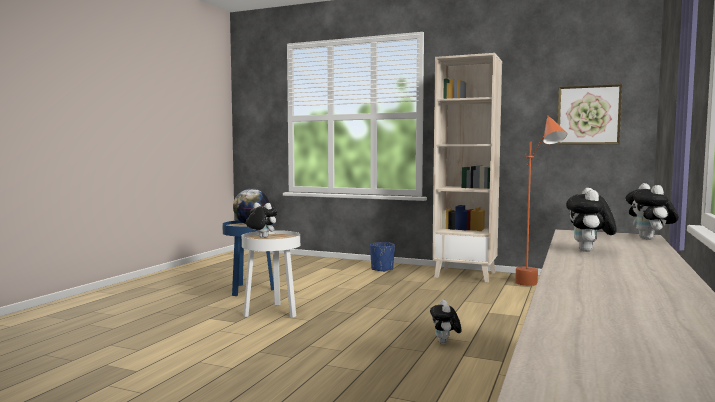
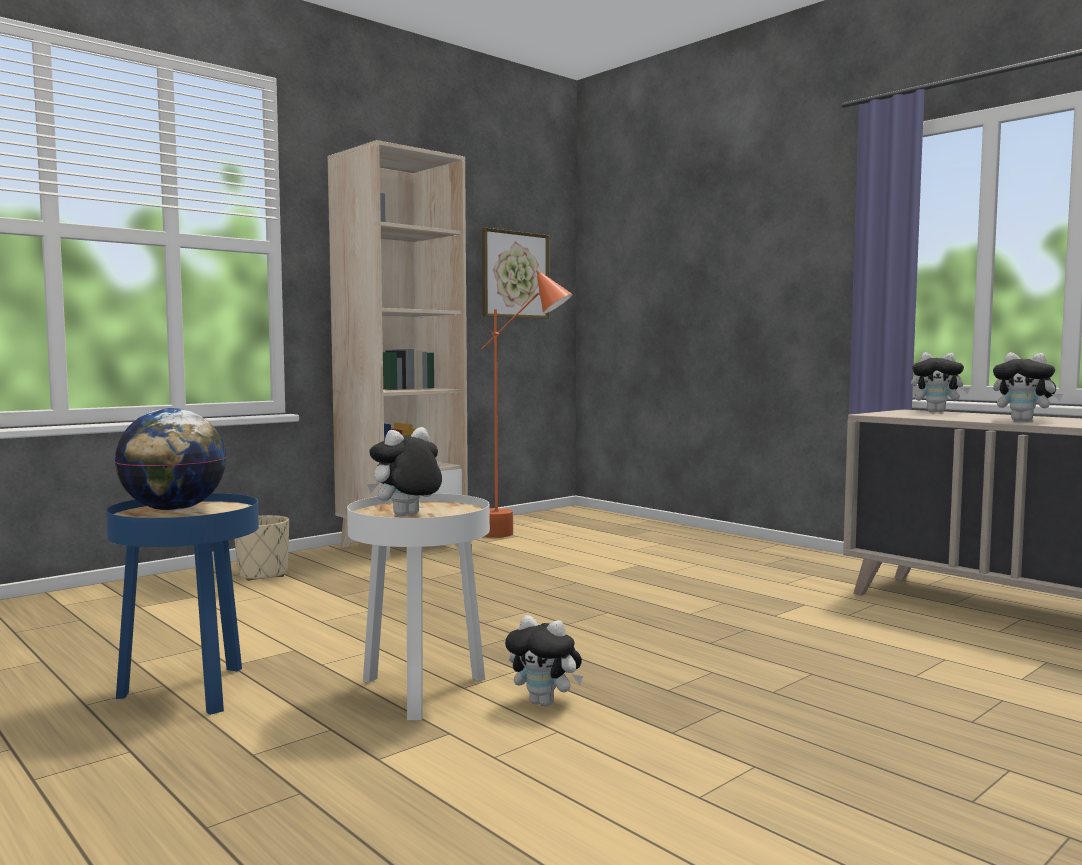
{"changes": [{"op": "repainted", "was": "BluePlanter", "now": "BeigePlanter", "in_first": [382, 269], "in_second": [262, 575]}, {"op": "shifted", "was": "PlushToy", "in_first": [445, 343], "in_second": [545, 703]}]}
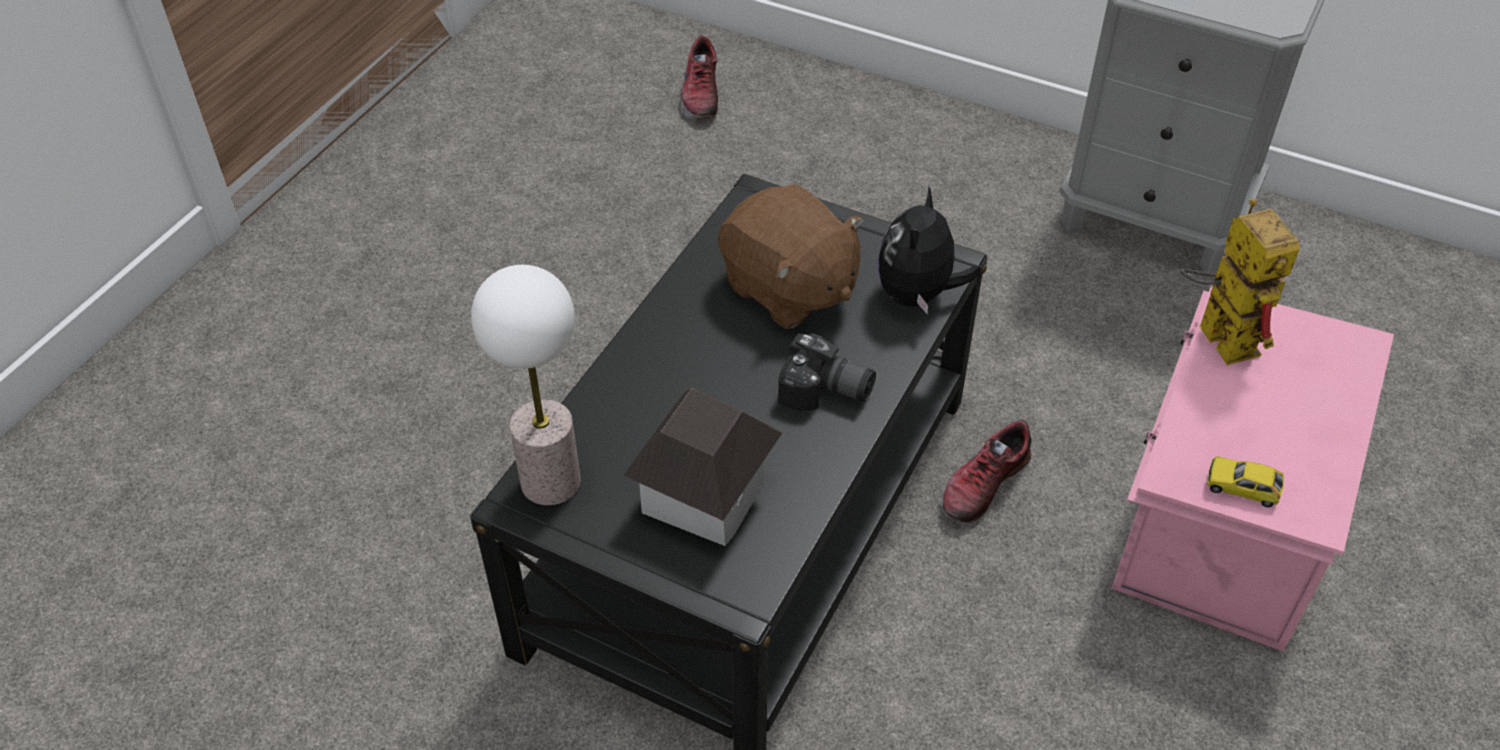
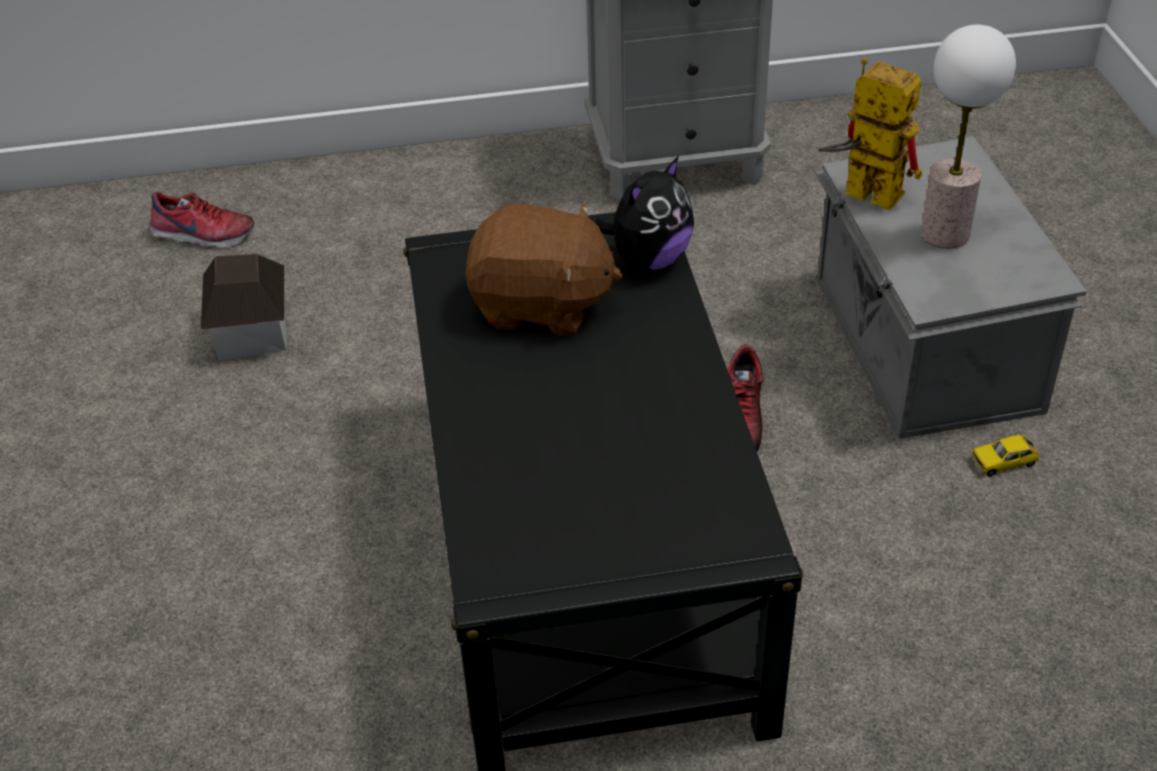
{"changes": [{"op": "shifted", "was": "TableLamp", "in_first": [551, 482], "in_second": [946, 234]}, {"op": "shifted", "was": "ToyHouse", "in_first": [704, 496], "in_second": [252, 334]}, {"op": "rotated", "was": "Shoe", "in_first": [699, 94], "in_second": [202, 236], "clockwise": -45}, {"op": "gone", "was": "PhotoCamera", "in_first": [825, 392]}, {"op": "rotated", "was": "PlushToy", "in_first": [918, 295], "in_second": [648, 259], "clockwise": -120}, {"op": "repainted", "was": "PinkStorageBox", "now": "GreyStorageBox", "in_first": [1222, 515], "in_second": [922, 345]}, {"op": "shifted", "was": "ToyCar", "in_first": [1242, 486], "in_second": [1003, 461]}]}
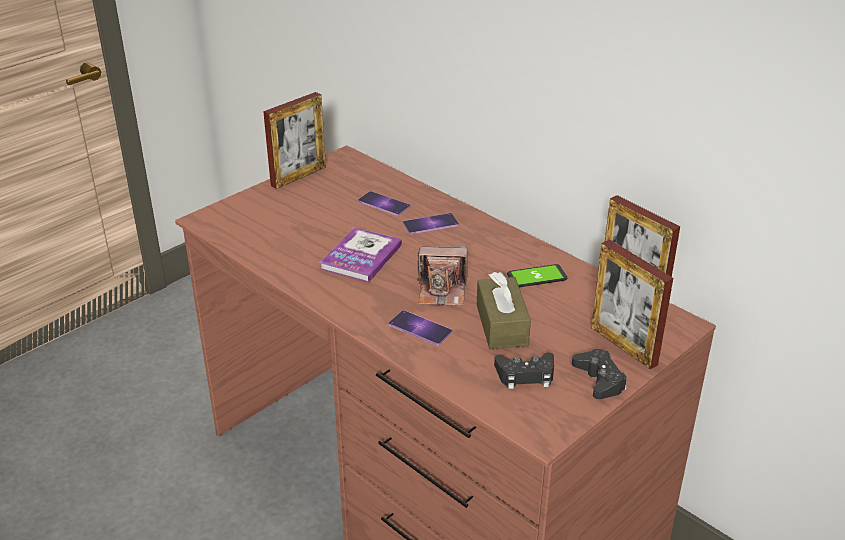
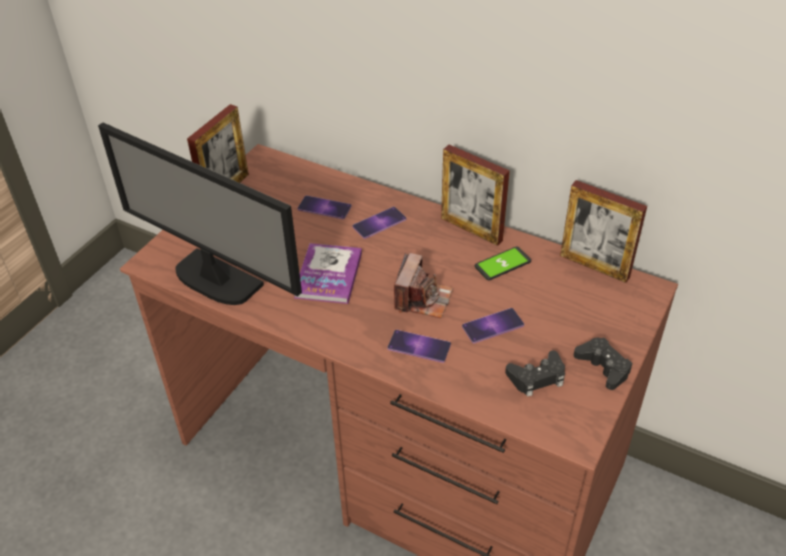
{"changes": [{"op": "rotated", "was": "PhotoCamera", "in_first": [442, 291], "in_second": [422, 299], "clockwise": -60}, {"op": "swapped", "was": "BrownTissueBox", "now": "Phone", "in_first": [501, 325], "in_second": [492, 326]}, {"op": "shifted", "was": "PictureFrame", "in_first": [623, 346], "in_second": [471, 229]}, {"op": "new", "now": "Monitor", "in_second": [215, 280]}]}
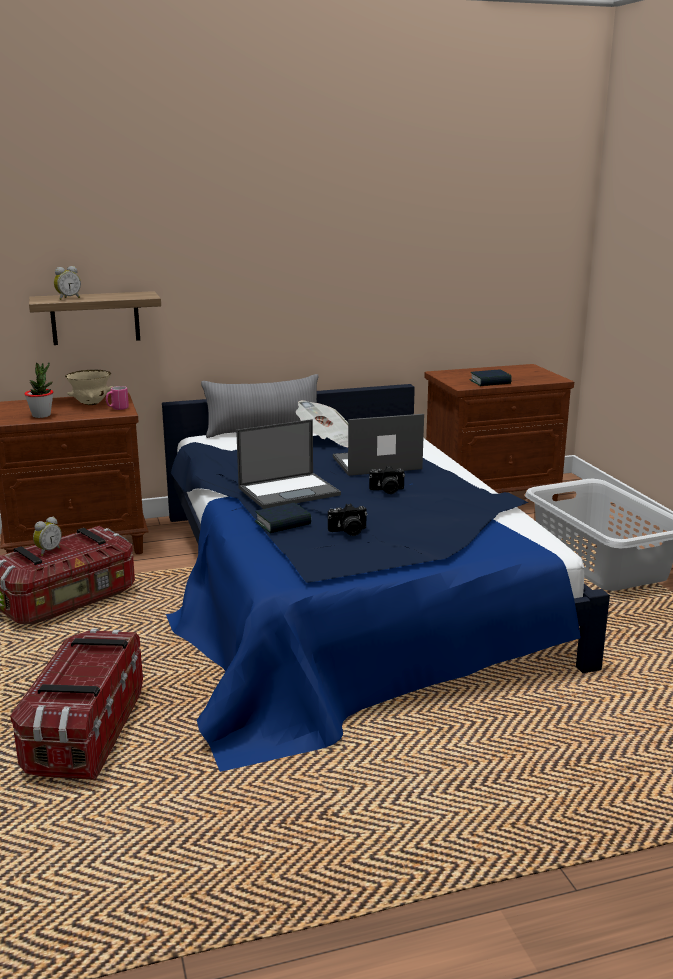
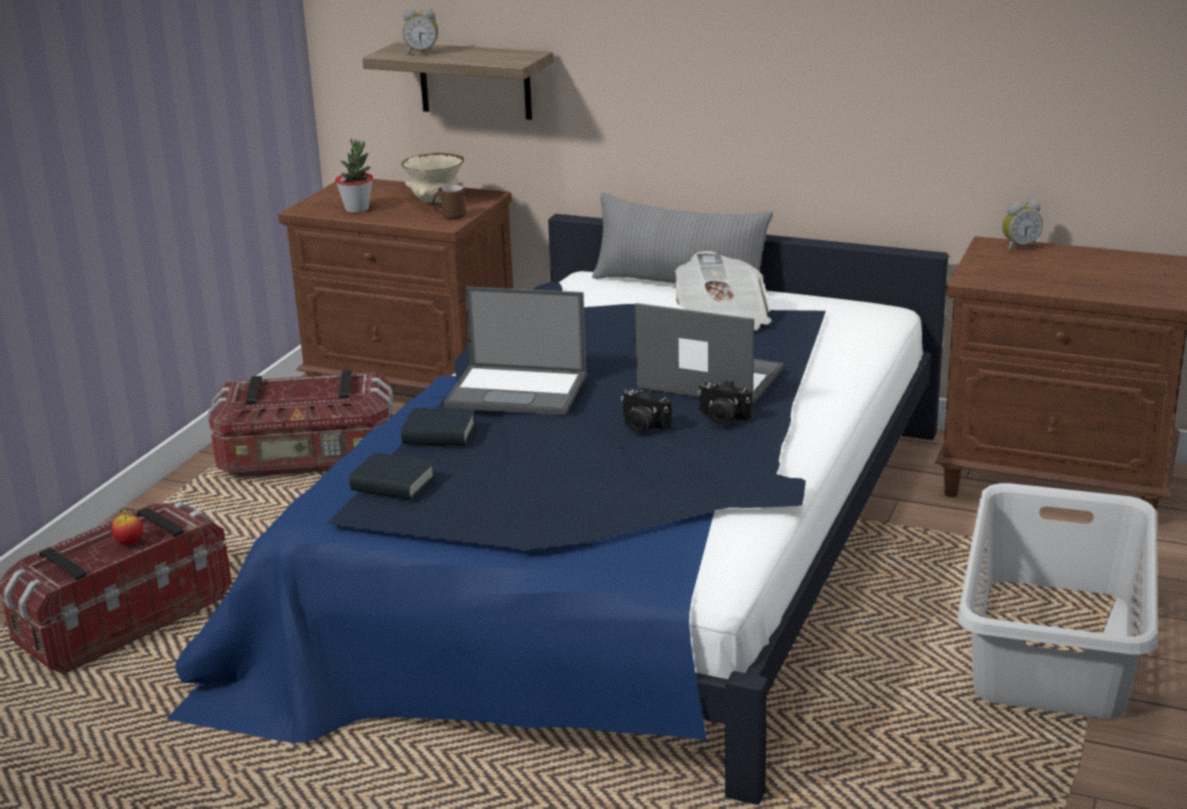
{"changes": [{"op": "shifted", "was": "AlarmClock", "in_first": [48, 551], "in_second": [1019, 247]}, {"op": "repainted", "was": "PinkMug", "now": "BrownMug", "in_first": [117, 408], "in_second": [449, 216]}, {"op": "shifted", "was": "PhotoCamera", "in_first": [348, 532], "in_second": [721, 418]}, {"op": "shifted", "was": "Book", "in_first": [490, 382], "in_second": [393, 484]}, {"op": "new", "now": "Apple", "in_second": [129, 543]}]}
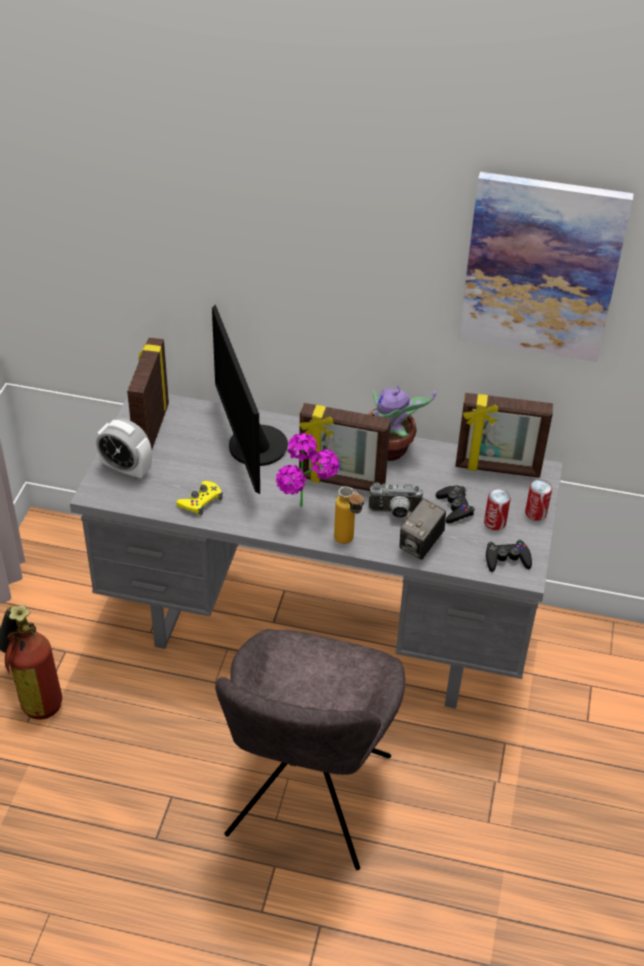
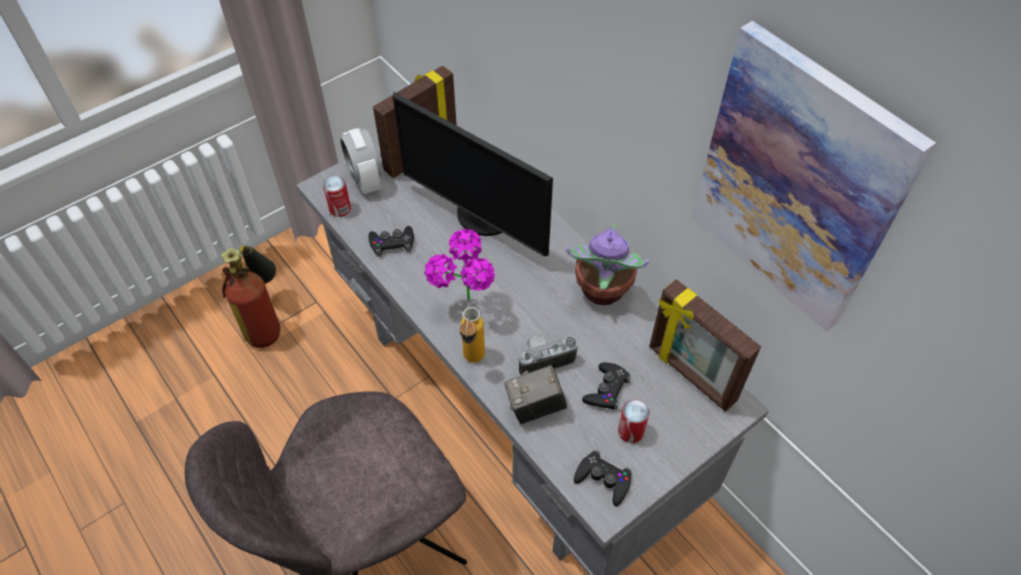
{"changes": [{"op": "repainted", "was": "YellowGameController", "now": "BlackGameController", "in_first": [200, 501], "in_second": [392, 243]}, {"op": "rotated", "was": "Monitor", "in_first": [251, 447], "in_second": [483, 217], "clockwise": -75}, {"op": "gone", "was": "PictureFrame", "in_first": [341, 482]}, {"op": "rotated", "was": "PhotoCamera", "in_first": [395, 513], "in_second": [544, 359], "clockwise": 120}, {"op": "shifted", "was": "Can", "in_first": [535, 513], "in_second": [340, 208]}]}
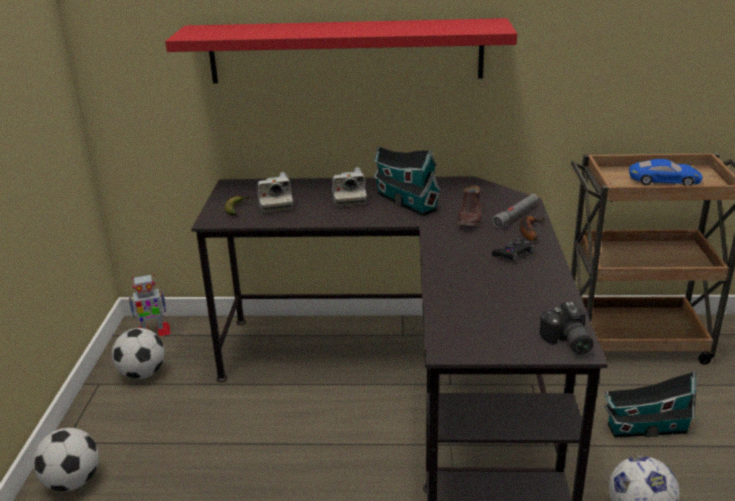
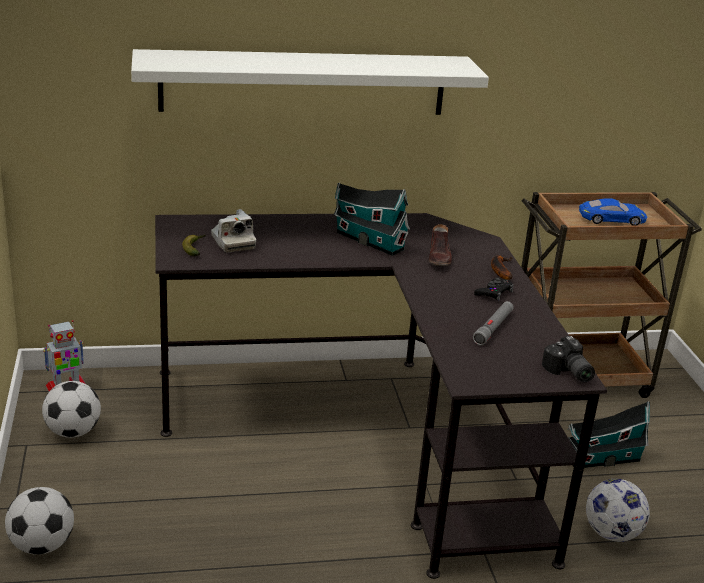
{"changes": [{"op": "repainted", "was": "RedShelf", "now": "WhiteShelf", "in_first": [345, 51], "in_second": [304, 83]}, {"op": "gone", "was": "PhotoCamera", "in_first": [348, 198]}, {"op": "shifted", "was": "GreyFlashlight", "in_first": [516, 215], "in_second": [493, 328]}]}
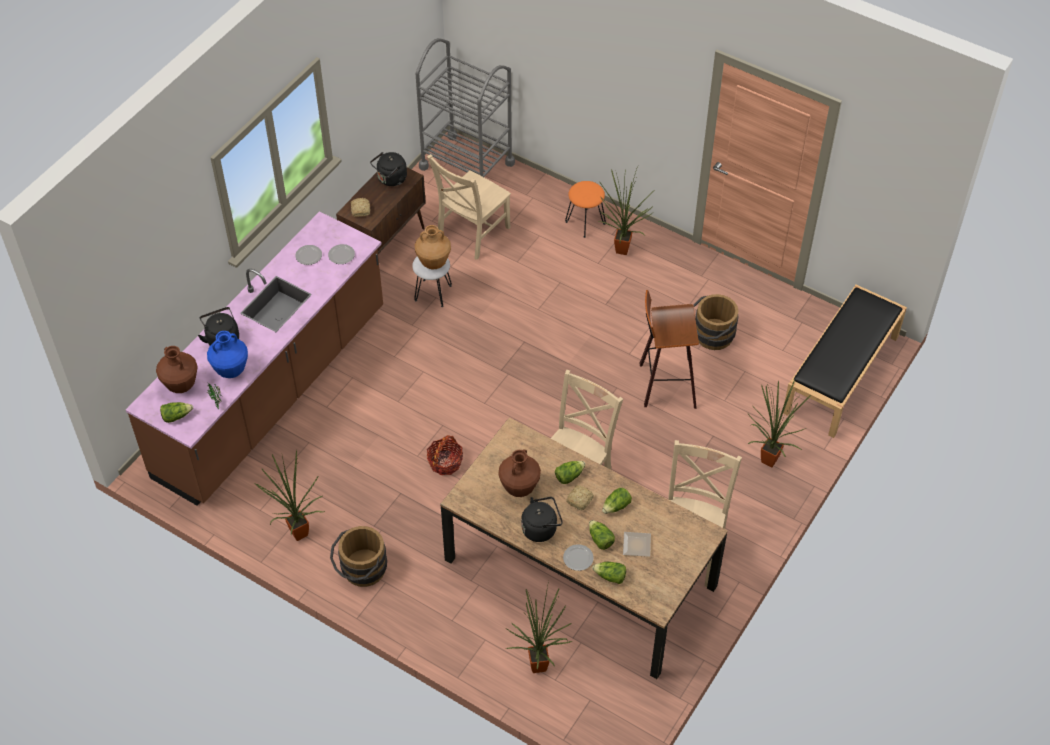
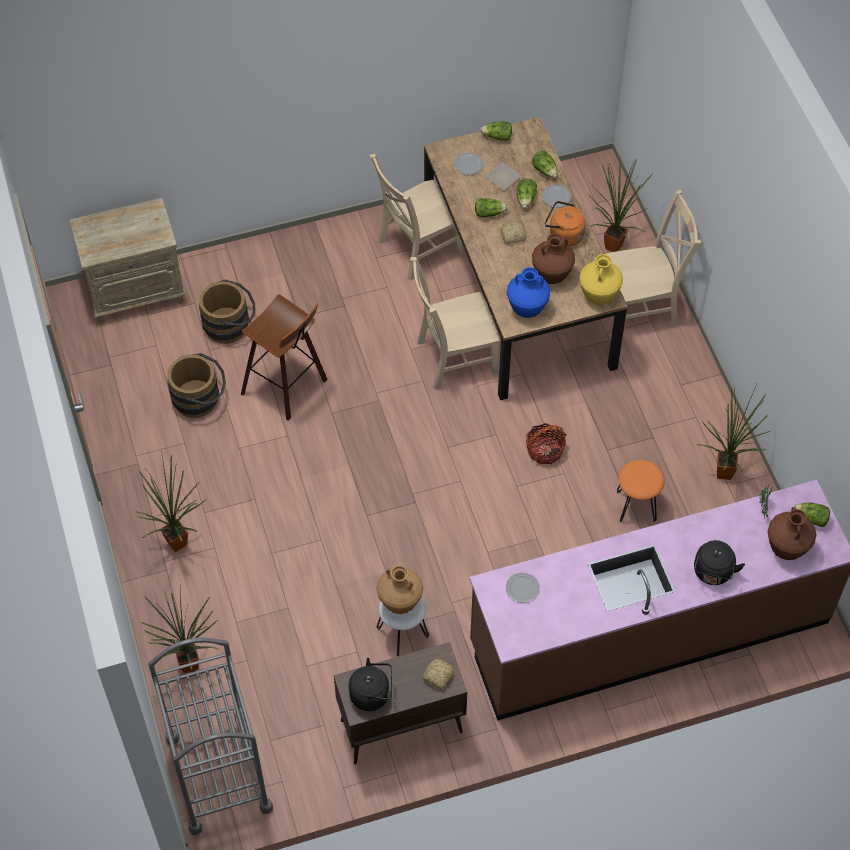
{"changes": [{"op": "shifted", "was": "BlueVase", "in_first": [231, 370], "in_second": [526, 309]}, {"op": "shifted", "was": "Plate", "in_first": [308, 255], "in_second": [468, 165]}, {"op": "shifted", "was": "BrownBucket", "in_first": [361, 571], "in_second": [230, 325]}, {"op": "shifted", "was": "BeigeChair", "in_first": [471, 233], "in_second": [642, 306]}, {"op": "repainted", "was": "BlackKettle", "now": "OrangeKettle", "in_first": [541, 528], "in_second": [563, 235]}, {"op": "shifted", "was": "Lettuce", "in_first": [569, 476], "in_second": [497, 137]}, {"op": "shifted", "was": "OrangeStool", "in_first": [585, 222], "in_second": [635, 506]}, {"op": "shifted", "was": "PottedPlant", "in_first": [766, 459], "in_second": [189, 669]}, {"op": "swapped", "was": "BlackBench", "now": "BeigeNightstand", "in_first": [841, 375], "in_second": [137, 291]}, {"op": "new", "now": "YellowVase", "in_second": [598, 296]}]}
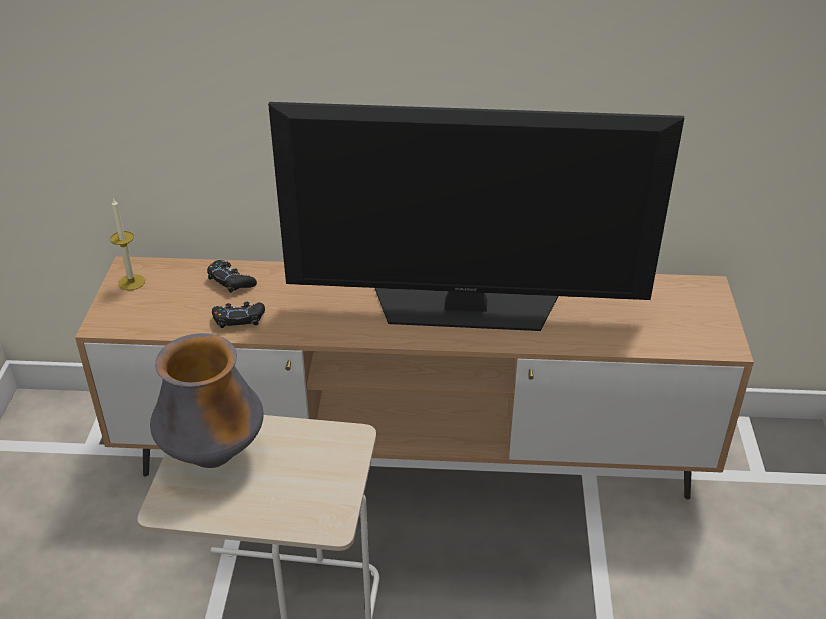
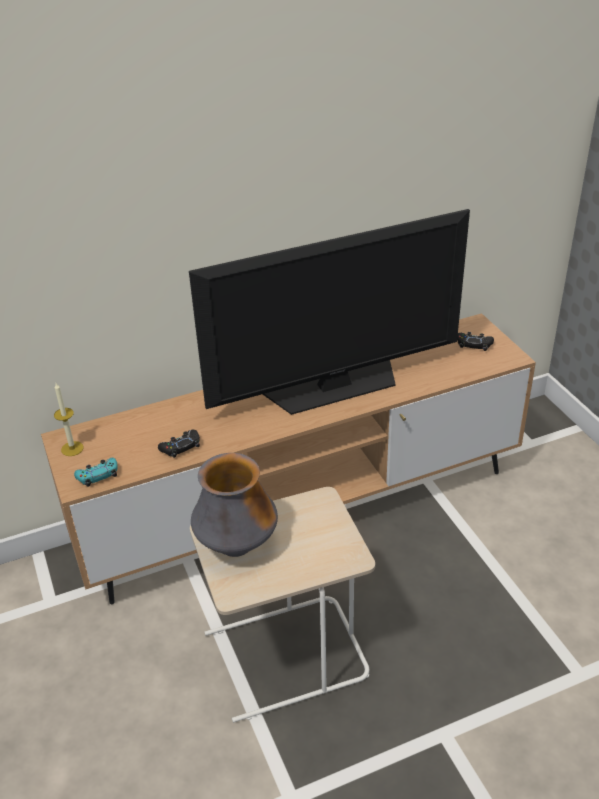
{"changes": [{"op": "shifted", "was": "BlackGameController", "in_first": [231, 281], "in_second": [474, 345]}, {"op": "new", "now": "TurquoiseGameController", "in_second": [98, 475]}]}
